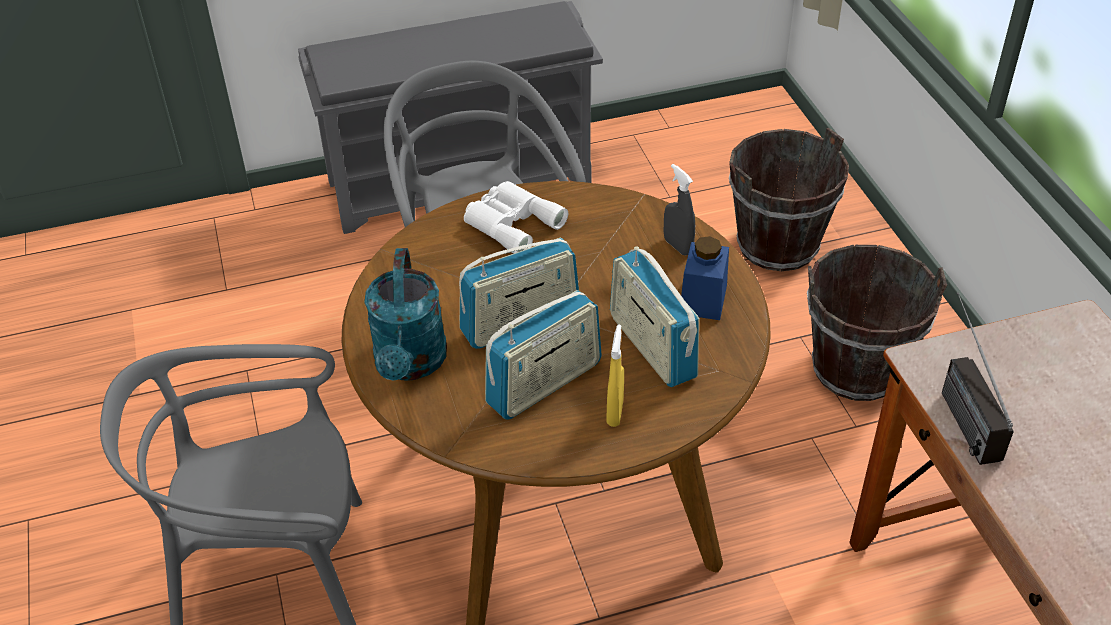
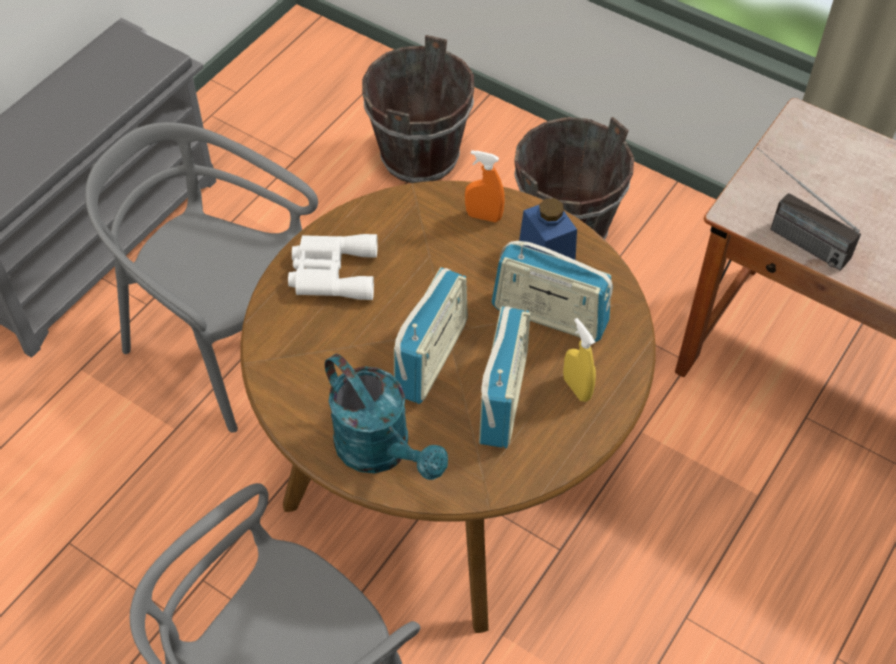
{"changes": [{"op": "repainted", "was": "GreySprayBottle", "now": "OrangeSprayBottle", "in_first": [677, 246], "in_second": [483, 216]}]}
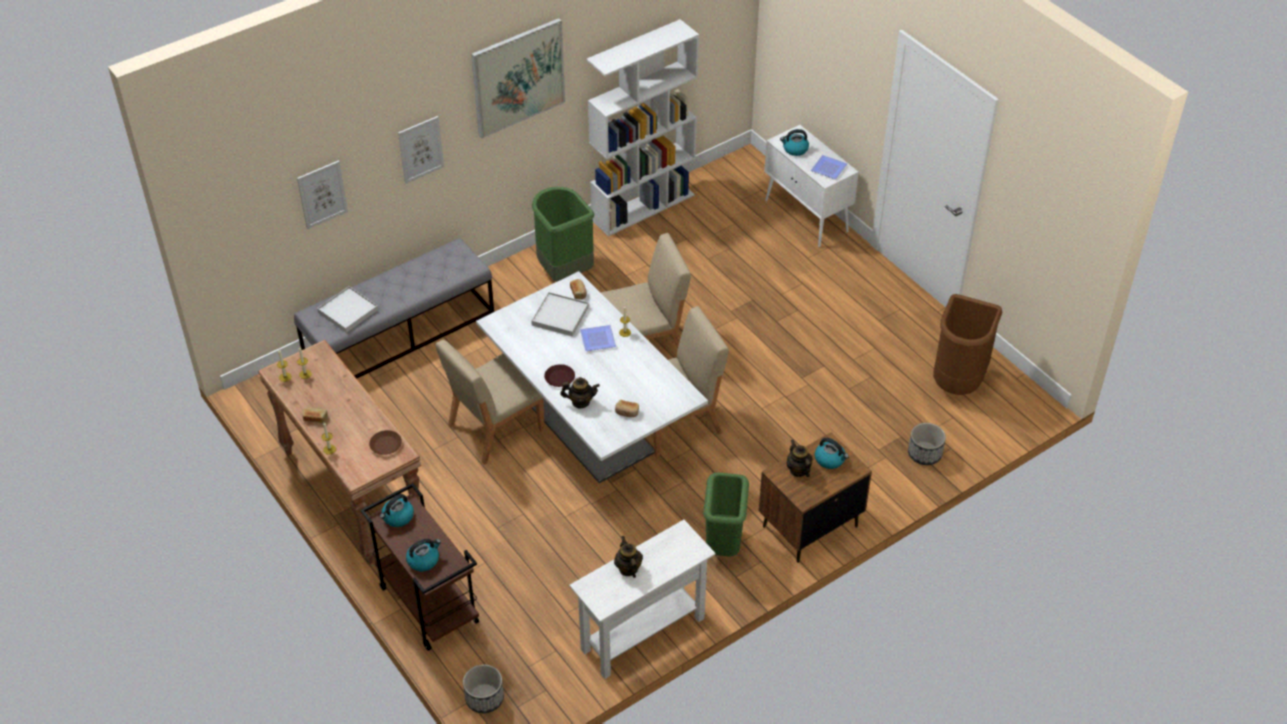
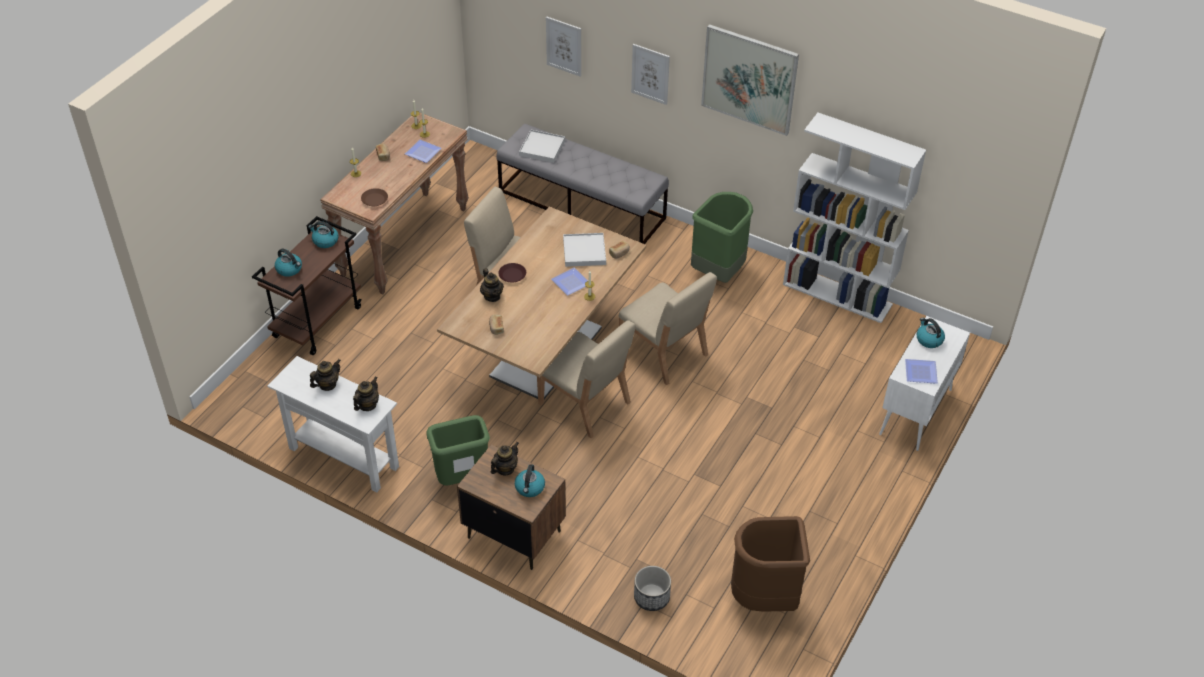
{"changes": [{"op": "gone", "was": "Planter", "in_first": [484, 698]}, {"op": "repainted", "was": "WhiteDiningTable", "now": "BrownDiningTable", "in_first": [591, 429], "in_second": [546, 352]}, {"op": "new", "now": "Teapot", "in_second": [367, 405]}, {"op": "new", "now": "Plate", "in_second": [424, 152]}]}
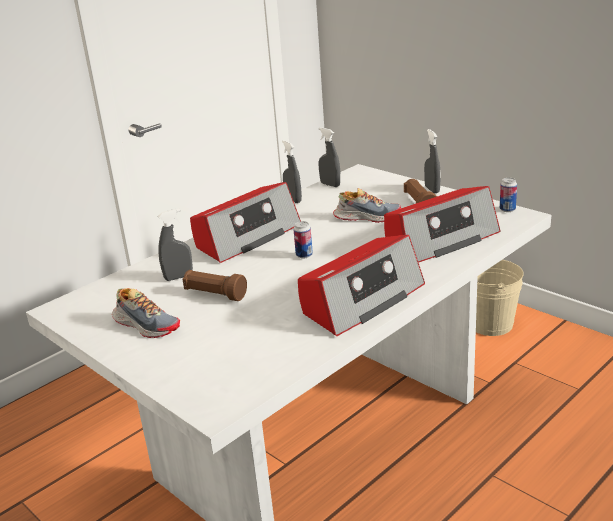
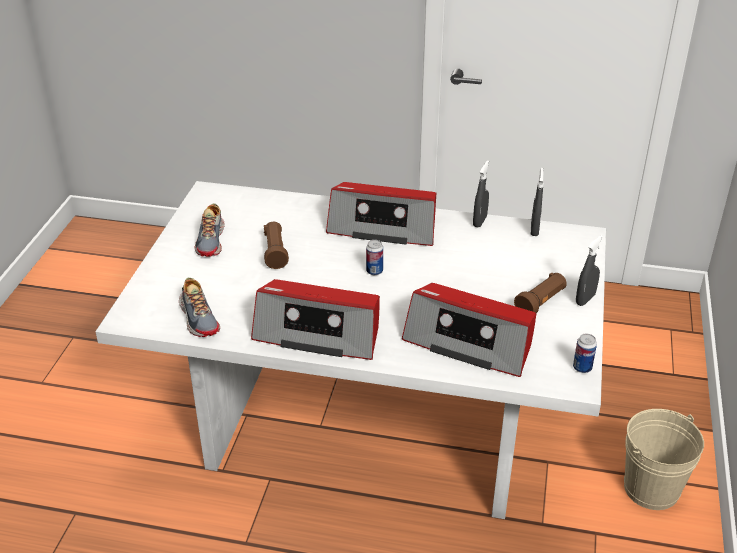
{"changes": [{"op": "gone", "was": "GreySprayBottle", "in_first": [178, 277]}, {"op": "shifted", "was": "Shoe", "in_first": [367, 217], "in_second": [199, 317]}]}
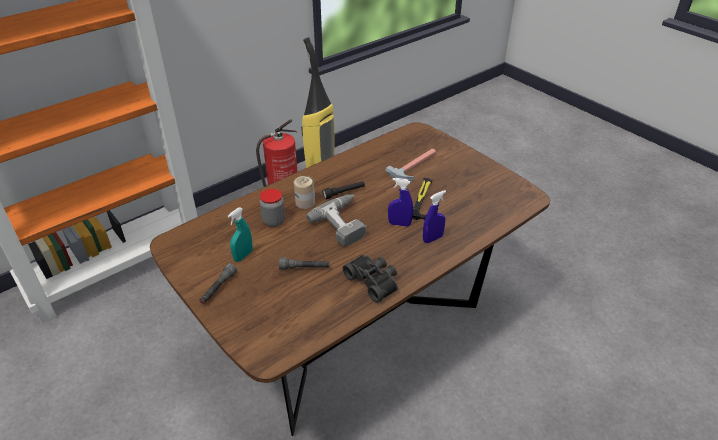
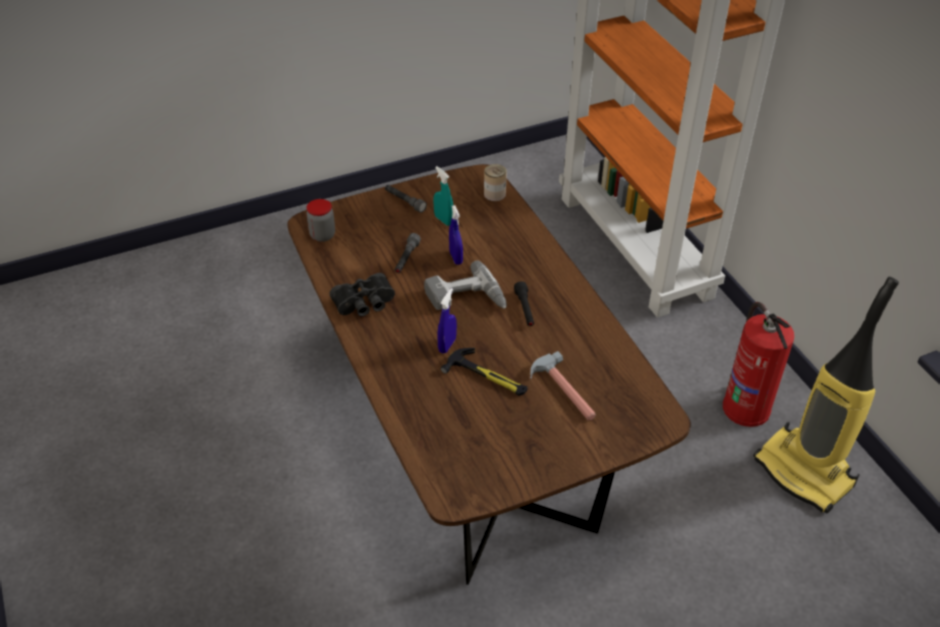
{"changes": [{"op": "shifted", "was": "Jar", "in_first": [274, 221], "in_second": [322, 235]}, {"op": "shifted", "was": "Can", "in_first": [305, 202], "in_second": [494, 194]}, {"op": "shifted", "was": "BlueSprayBottle", "in_first": [432, 239], "in_second": [456, 258]}]}
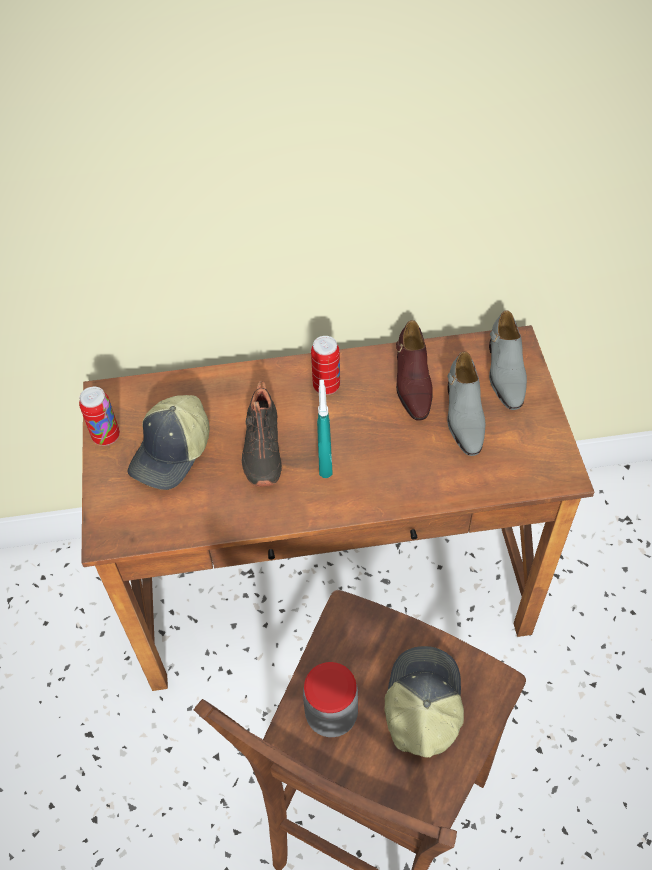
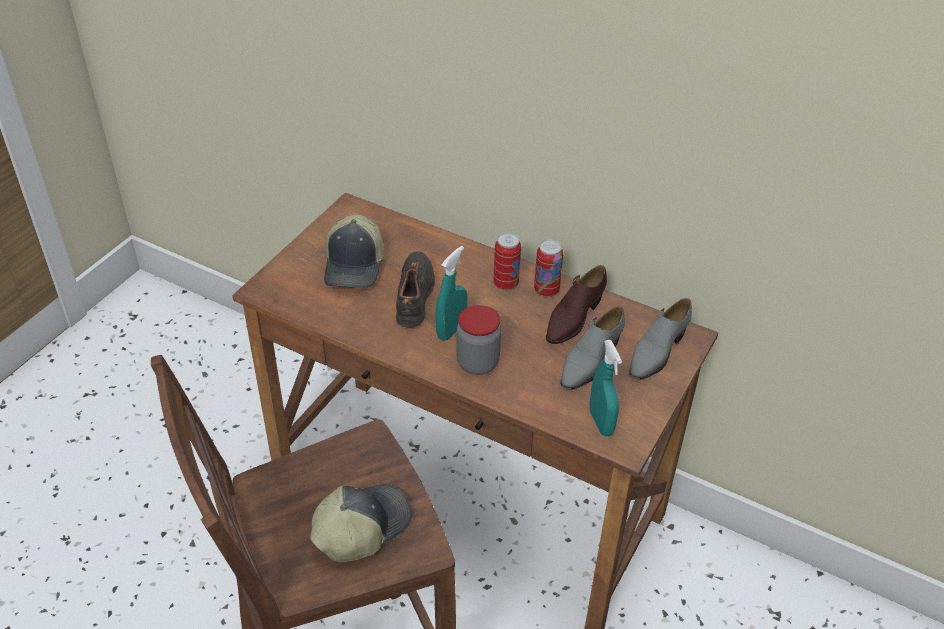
{"changes": [{"op": "shifted", "was": "Can", "in_first": [106, 436], "in_second": [546, 291]}, {"op": "rotated", "was": "Cap", "in_first": [173, 453], "in_second": [355, 265], "clockwise": -60}, {"op": "rotated", "was": "BlackShoe", "in_first": [260, 448], "in_second": [416, 296], "clockwise": 150}, {"op": "shifted", "was": "Jar", "in_first": [331, 715], "in_second": [477, 363]}, {"op": "new", "now": "TurquoiseSprayBottle", "in_second": [601, 423]}]}
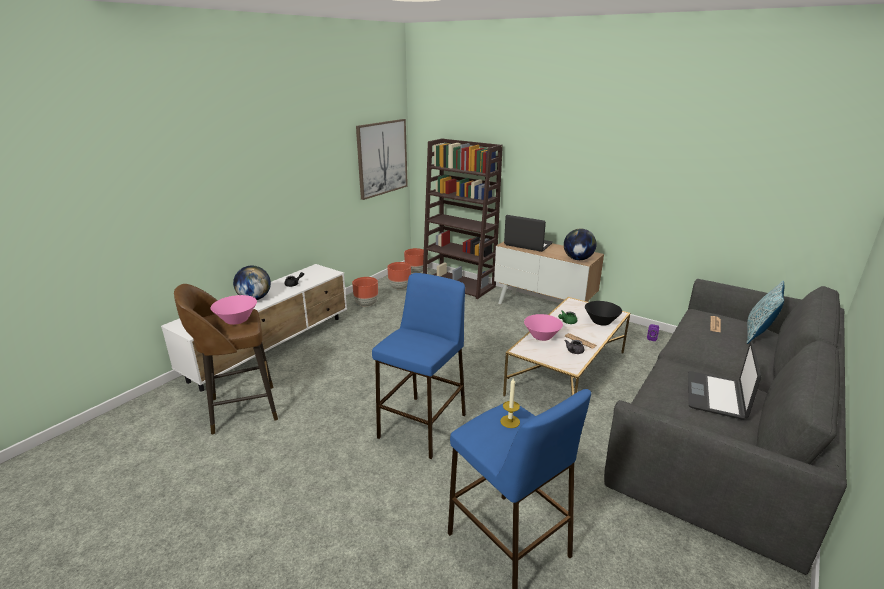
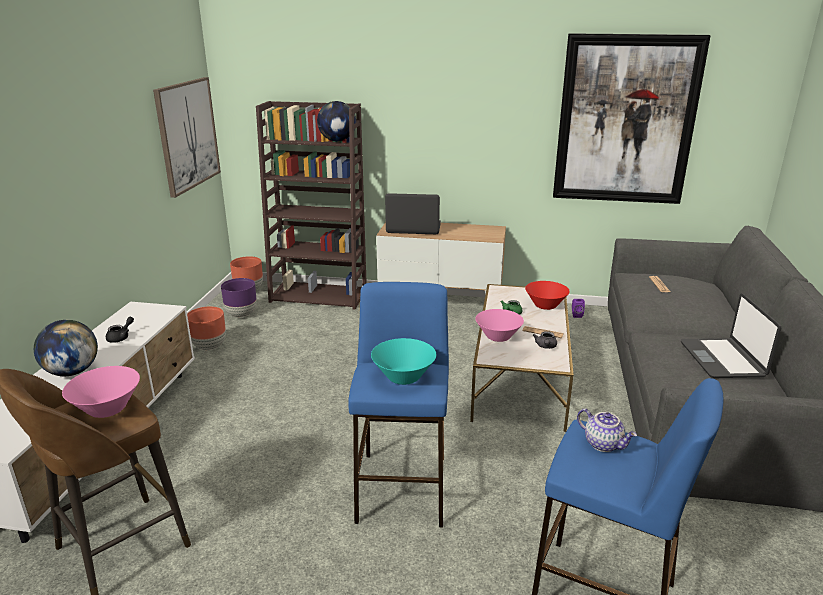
{"changes": [{"op": "repainted", "was": "BrownPlanter", "now": "PurplePlanter", "in_first": [400, 287], "in_second": [241, 314]}, {"op": "swapped", "was": "Candle", "now": "Teapot", "in_first": [510, 421], "in_second": [604, 444]}, {"op": "shifted", "was": "Globe", "in_first": [578, 259], "in_second": [337, 141]}, {"op": "repainted", "was": "BlackBowl", "now": "RedBowl", "in_first": [601, 322], "in_second": [545, 305]}, {"op": "gone", "was": "Pillow", "in_first": [758, 334]}, {"op": "new", "now": "TurquoiseBowl", "in_second": [403, 377]}, {"op": "new", "now": "Picture", "in_second": [625, 120]}]}
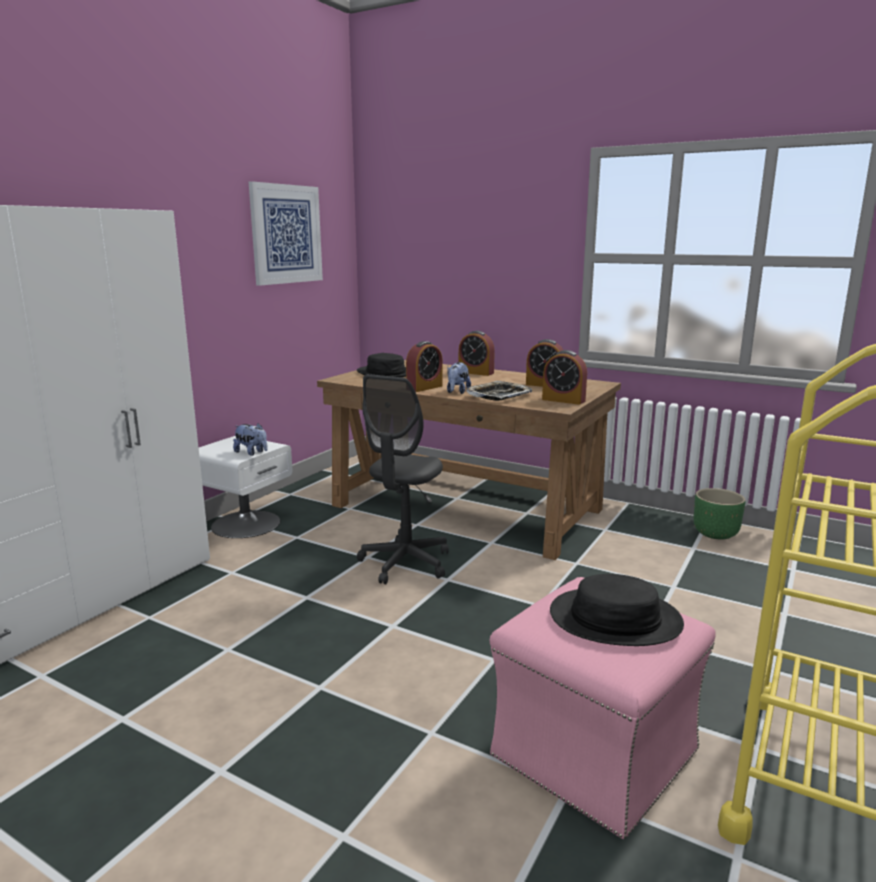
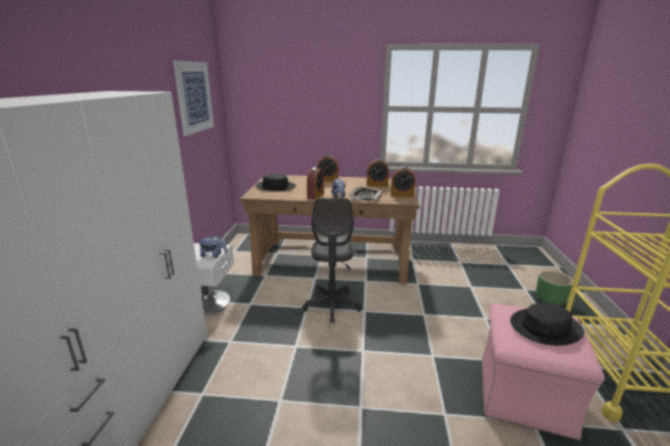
{"changes": [{"op": "shifted", "was": "GreenPlanter", "in_first": [715, 534], "in_second": [550, 300]}]}
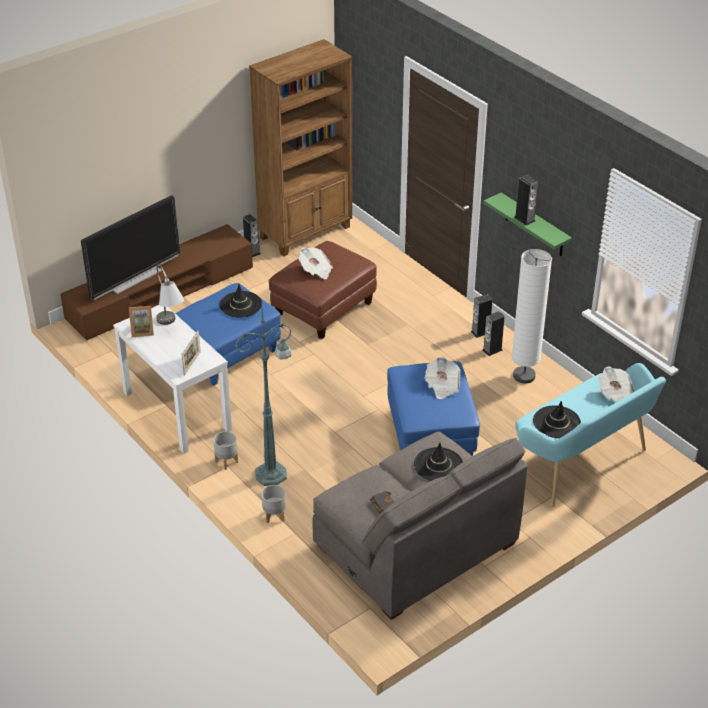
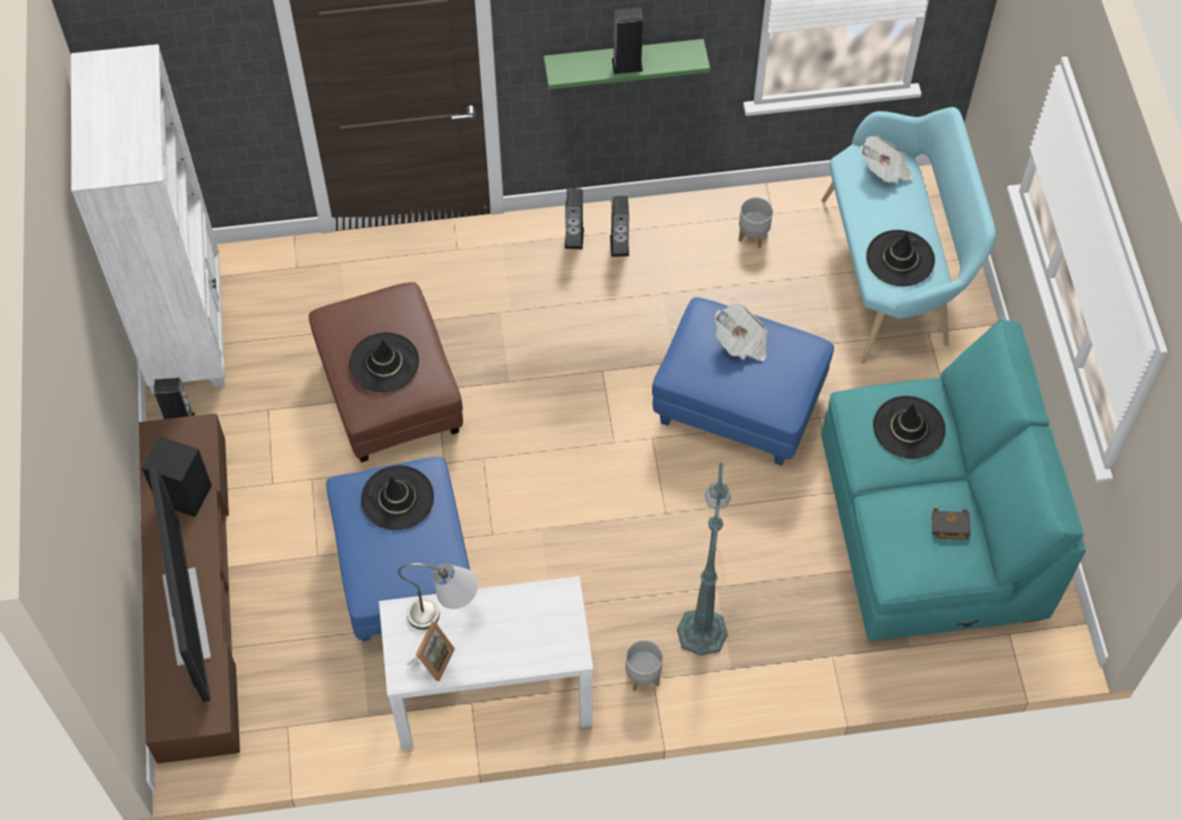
{"changes": [{"op": "gone", "was": "PictureFrame", "in_first": [192, 363]}, {"op": "repainted", "was": "BrownBookcase", "now": "WhiteBookcase", "in_first": [306, 232], "in_second": [187, 327]}, {"op": "shifted", "was": "GreyPlanter", "in_first": [274, 516], "in_second": [753, 236]}, {"op": "swapped", "was": "Newspaper", "now": "BlackHat", "in_first": [316, 270], "in_second": [384, 362]}, {"op": "repainted", "was": "GreySofa", "now": "TurquoiseSofa", "in_first": [415, 545], "in_second": [930, 528]}, {"op": "gone", "was": "WhiteFloorLamp", "in_first": [524, 376]}, {"op": "new", "now": "BlackSpeaker", "in_second": [185, 495]}]}
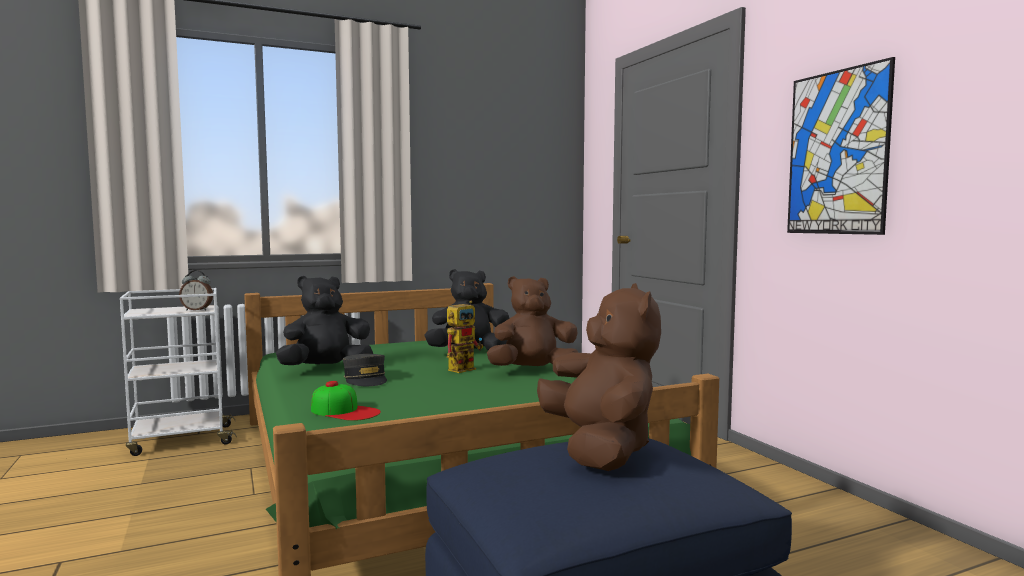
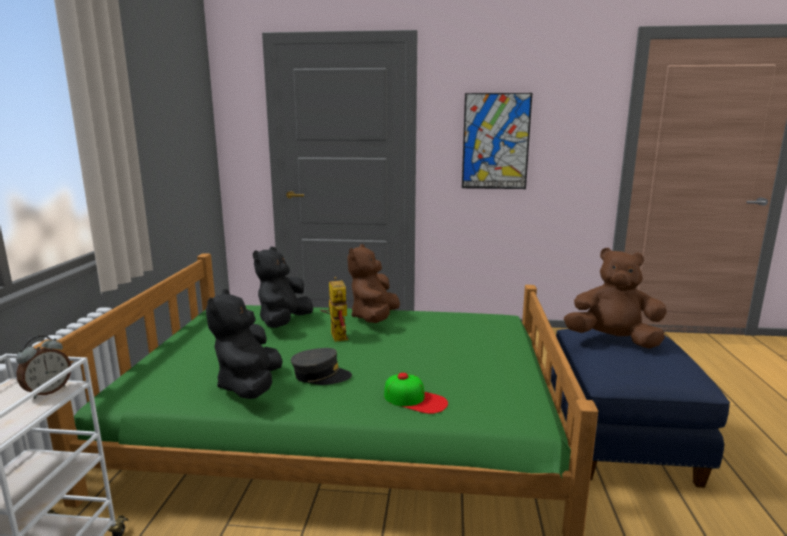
{"changes": [{"op": "rotated", "was": "Cap", "in_first": [345, 411], "in_second": [415, 399], "clockwise": 60}]}
